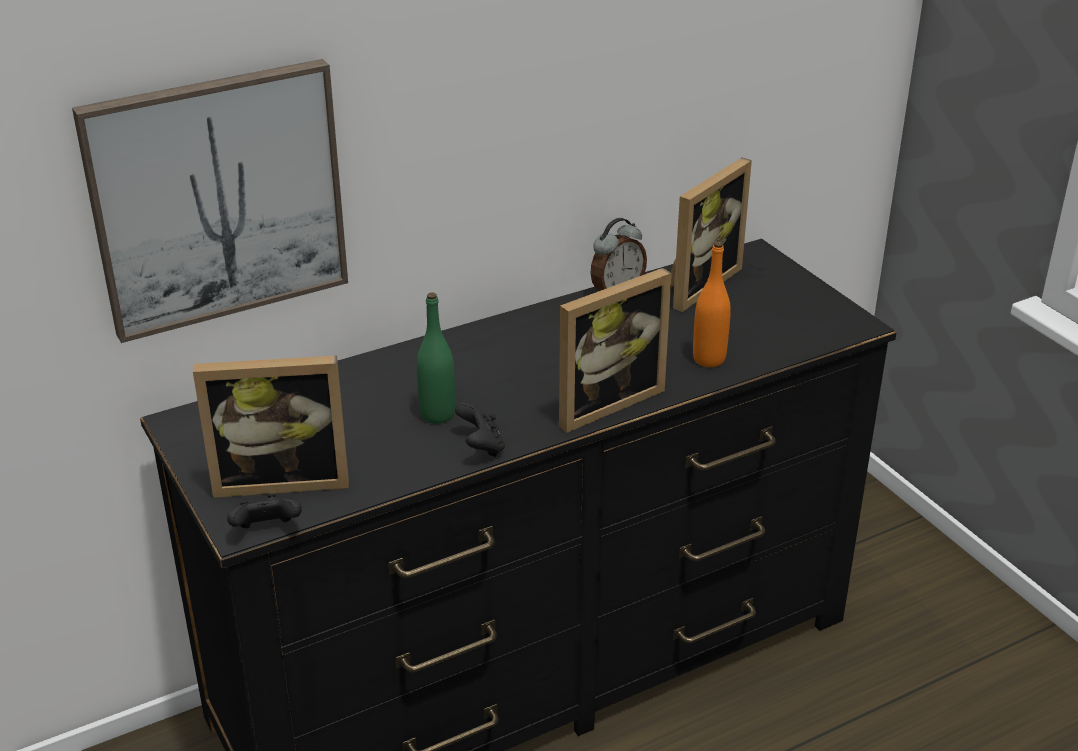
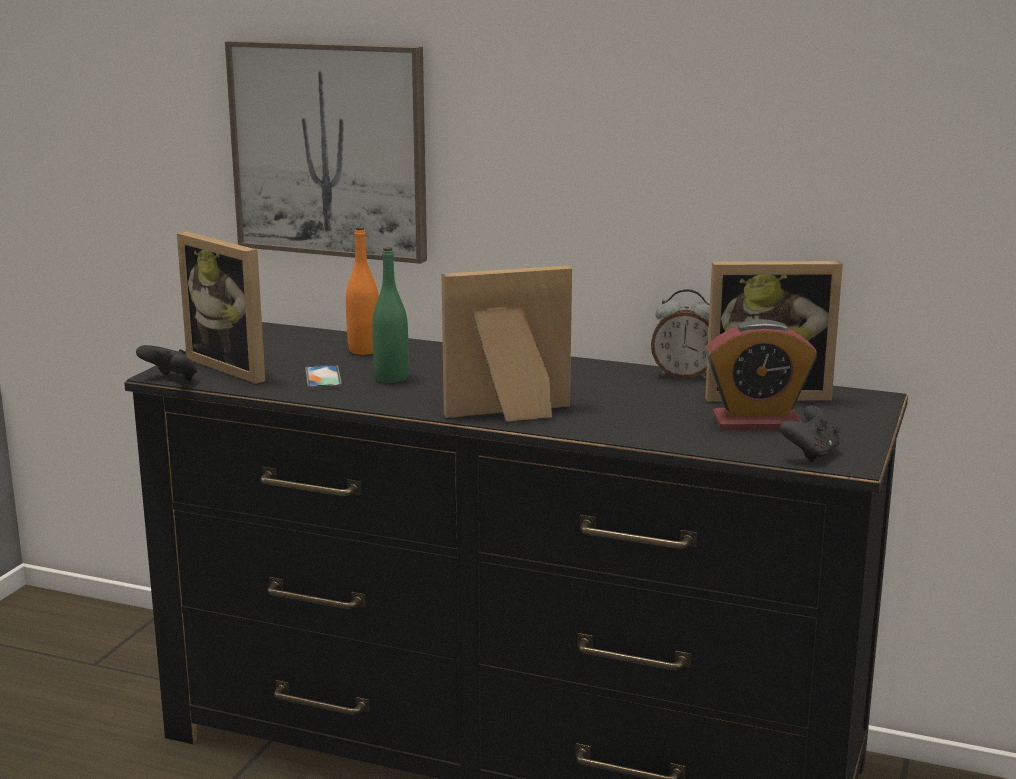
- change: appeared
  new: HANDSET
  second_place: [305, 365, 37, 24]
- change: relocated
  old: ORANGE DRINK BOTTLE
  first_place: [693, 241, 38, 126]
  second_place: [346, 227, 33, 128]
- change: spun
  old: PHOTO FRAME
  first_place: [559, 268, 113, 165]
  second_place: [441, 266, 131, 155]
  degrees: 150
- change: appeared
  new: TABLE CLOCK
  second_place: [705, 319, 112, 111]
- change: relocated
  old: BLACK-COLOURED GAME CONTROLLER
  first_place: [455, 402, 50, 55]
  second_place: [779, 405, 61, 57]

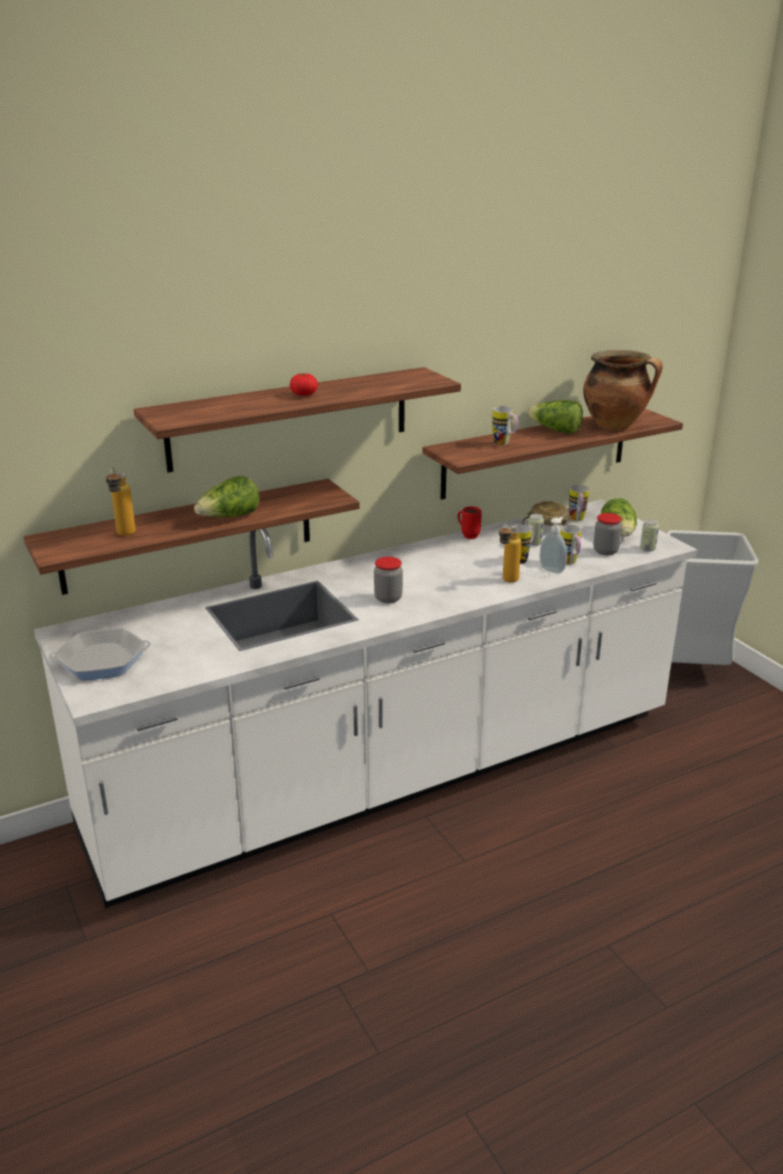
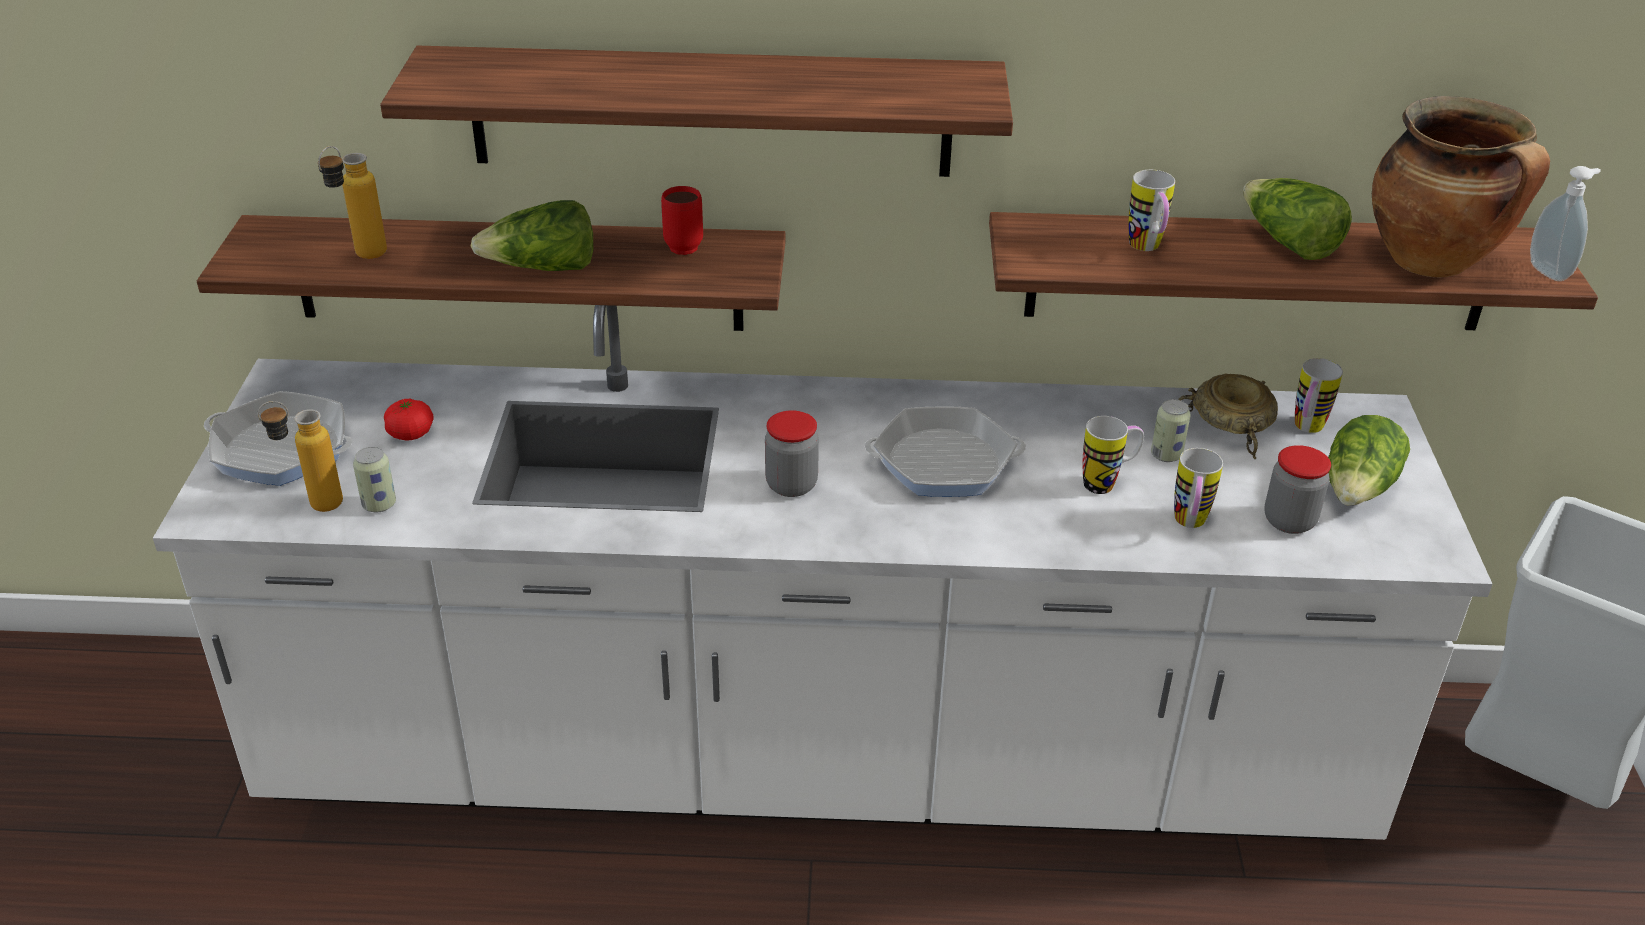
- change: relocated
  old: DRINK BOTTLE
  first_place: [499, 523, 22, 59]
  second_place: [257, 401, 86, 111]
- change: relocated
  old: SEALED CAN
  first_place: [640, 519, 19, 33]
  second_place: [353, 447, 43, 65]
- change: relocated
  old: WHOLE TOMATO
  first_place: [290, 373, 28, 23]
  second_place: [384, 399, 50, 41]
- change: relocated
  old: RED-COLOURED TEA MUG
  first_place: [458, 506, 24, 33]
  second_place: [661, 186, 42, 69]
- change: appeared
  new: PAN
  second_place: [865, 407, 161, 90]
- change: relocated
  old: LIQUID SOAP BOTTLE
  first_place: [540, 517, 27, 57]
  second_place: [1530, 166, 71, 115]

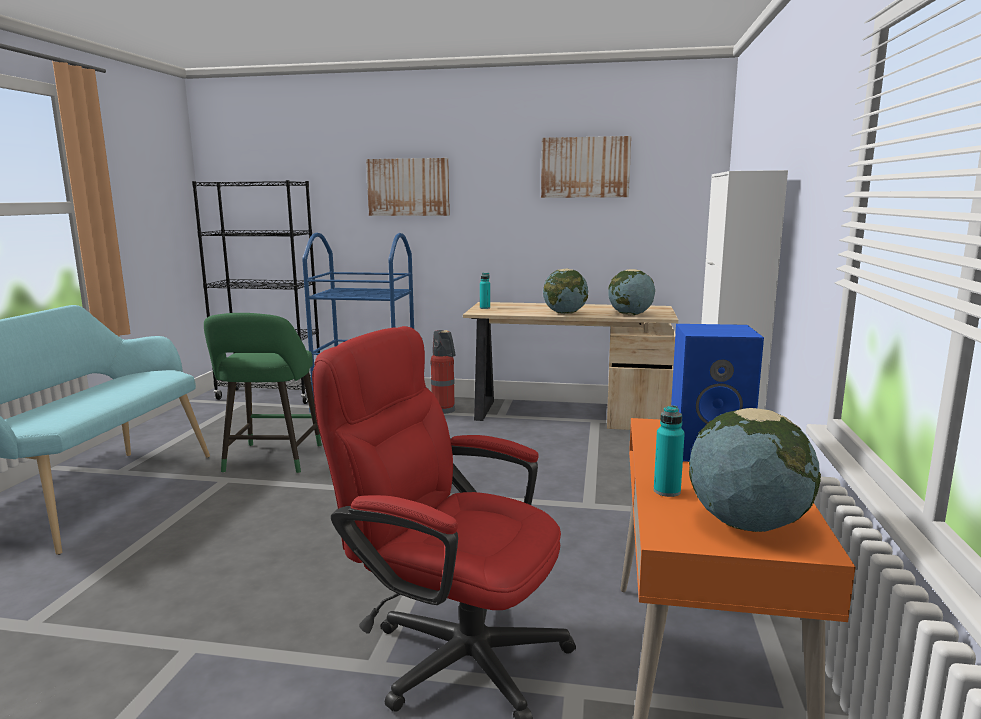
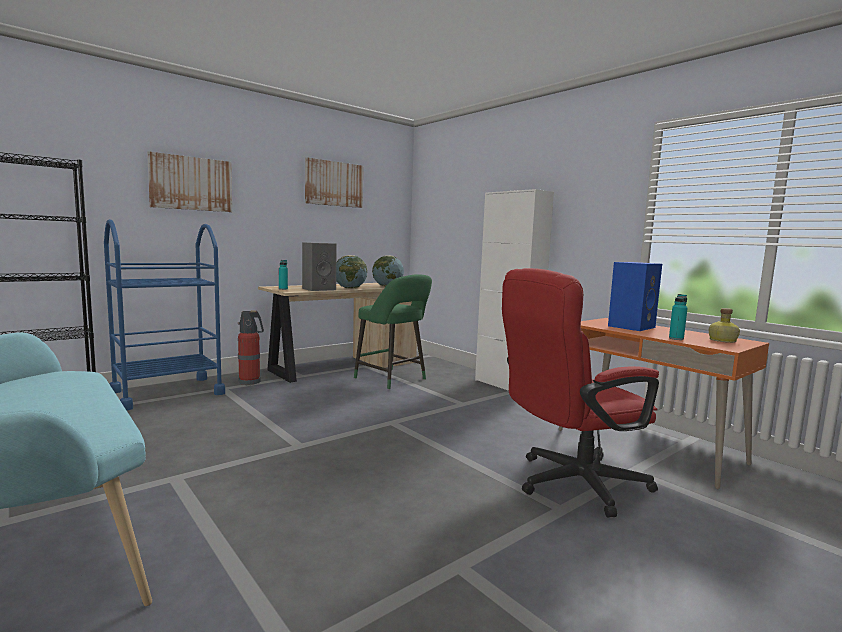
- change: appeared
  new: GRAY SPEAKER
  second_place: [302, 242, 35, 49]
- change: relocated
  old: GREENISH STOOL SEAT
  first_place: [204, 313, 118, 161]
  second_place: [354, 274, 78, 116]
- change: exchanged
  old: GLOBE
  new: DRINK BOTTLE
  first_place: [689, 408, 132, 124]
  second_place: [709, 308, 31, 35]

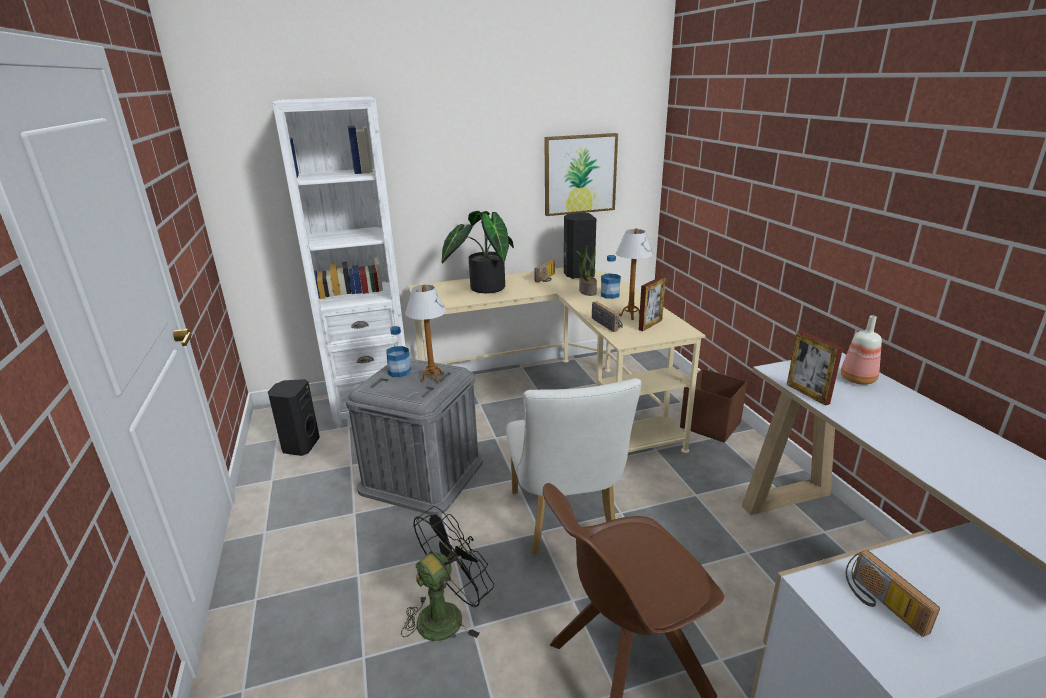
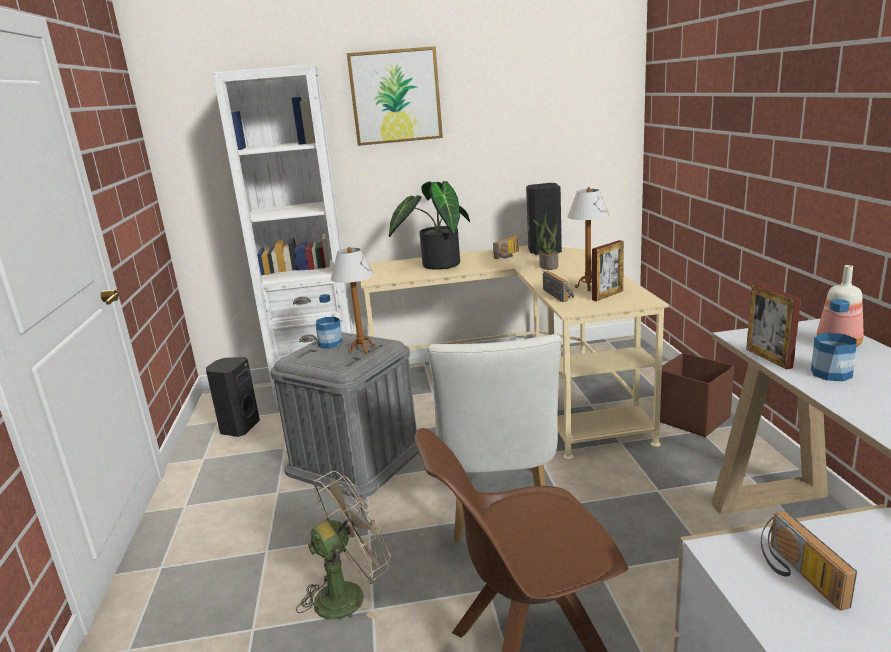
- change: colour
  old: BLACK-COLOURED ELECTRIC FAN
  new: SAND-COLOURED ELECTRIC FAN
  first_place: [401, 506, 93, 135]
  second_place: [296, 471, 95, 148]
- change: relocated
  old: WALL ART
  first_place: [544, 133, 74, 83]
  second_place: [347, 46, 96, 100]
- change: relocated
  old: DRINK BOTTLE
  first_place: [601, 255, 20, 44]
  second_place: [811, 299, 46, 82]

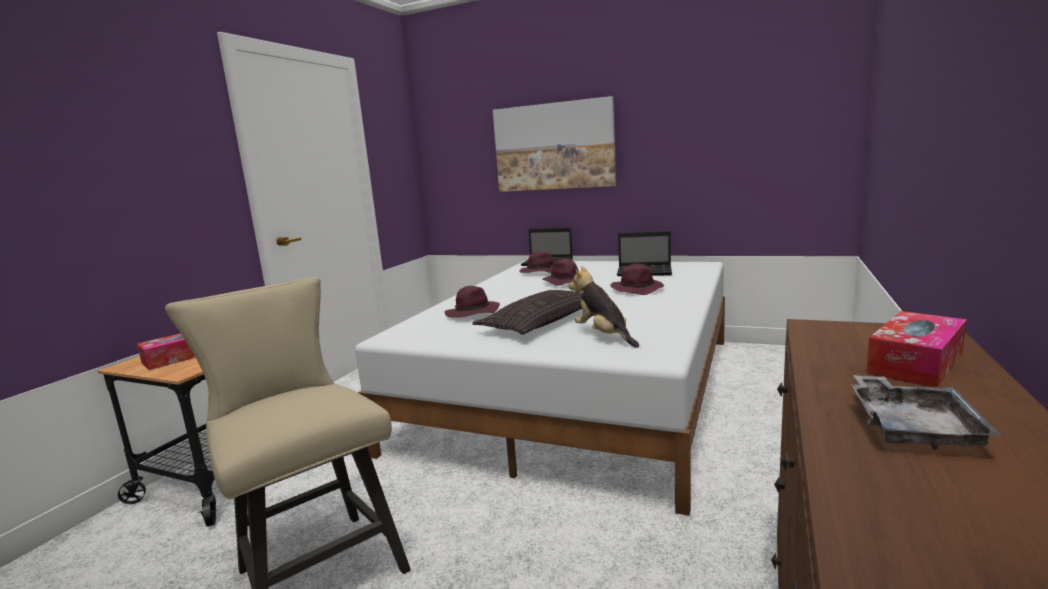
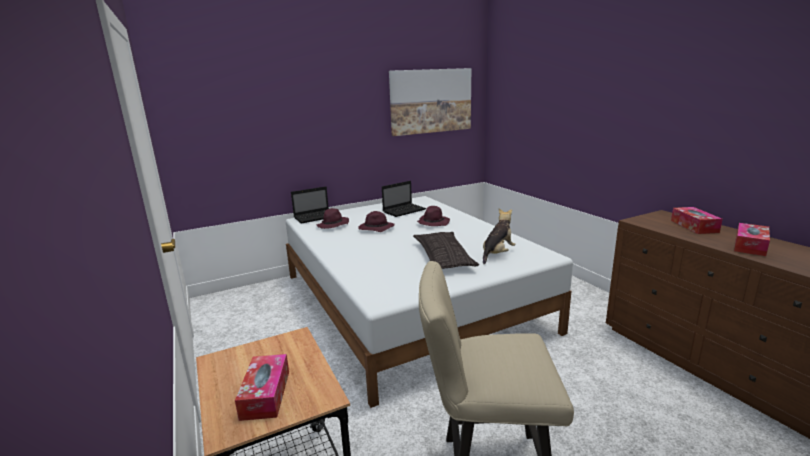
- change: relocated
  old: WALL ART
  first_place: [493, 96, 123, 96]
  second_place: [389, 68, 82, 68]
- change: spun
  old: SOFT TOY
  first_place: [569, 266, 70, 82]
  second_place: [483, 209, 32, 55]
  degrees: 120
- change: exchanged
  old: GRAY TRAY
  new: TISSUE BOX
  first_place: [851, 375, 152, 75]
  second_place: [734, 223, 36, 33]
- change: missing
  old: PURPLE WEARABLE HAT
  first_place: [445, 286, 55, 32]

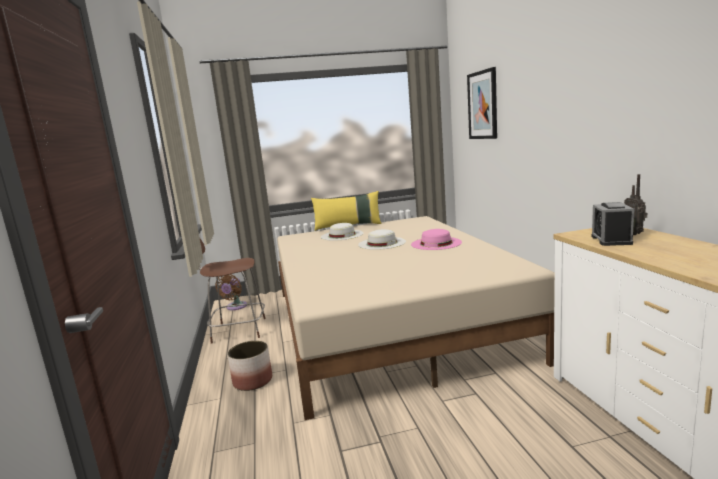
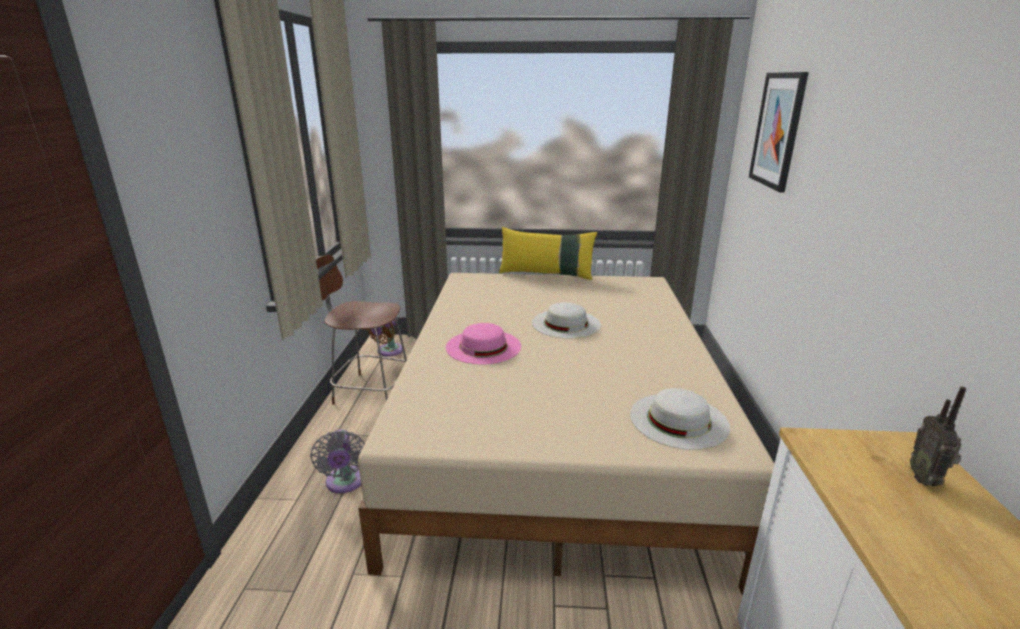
- change: exchanged
  old: PLANTER
  new: GRAY ELECTRIC FAN
  first_place: [228, 341, 44, 50]
  second_place: [310, 429, 55, 64]
- change: relocated
  old: PINKISH WEARABLE HAT
  first_place: [411, 229, 51, 21]
  second_place: [446, 323, 75, 41]
- change: relocated
  old: WHITISH WEARABLE HAT
  first_place: [321, 223, 43, 18]
  second_place: [630, 388, 100, 62]
- change: missing
  old: TABLE CLOCK
  first_place: [592, 202, 42, 44]

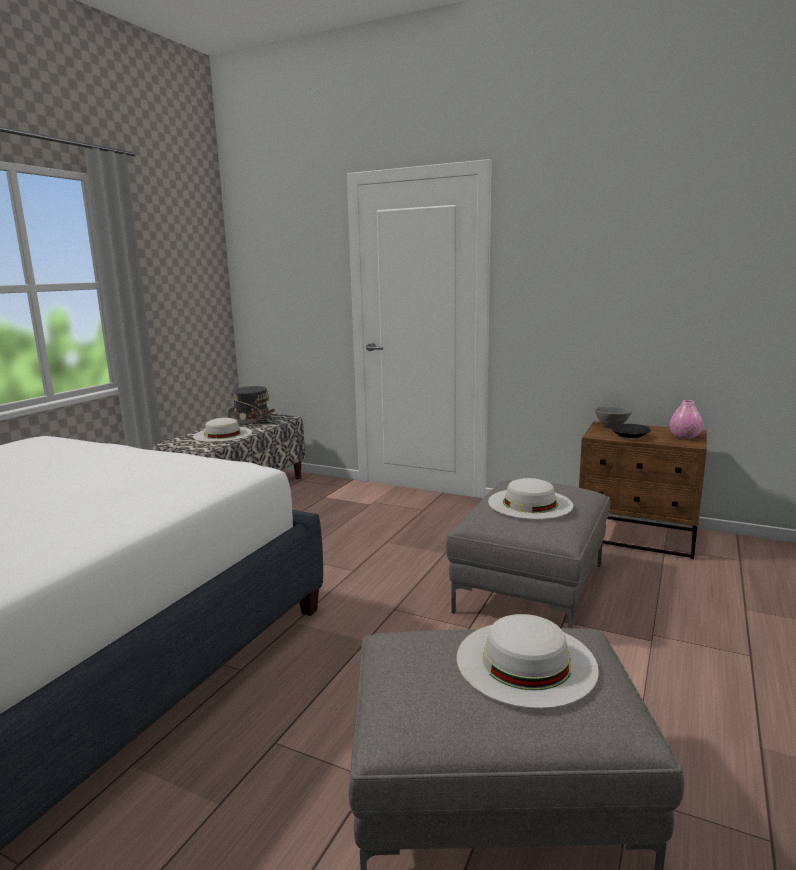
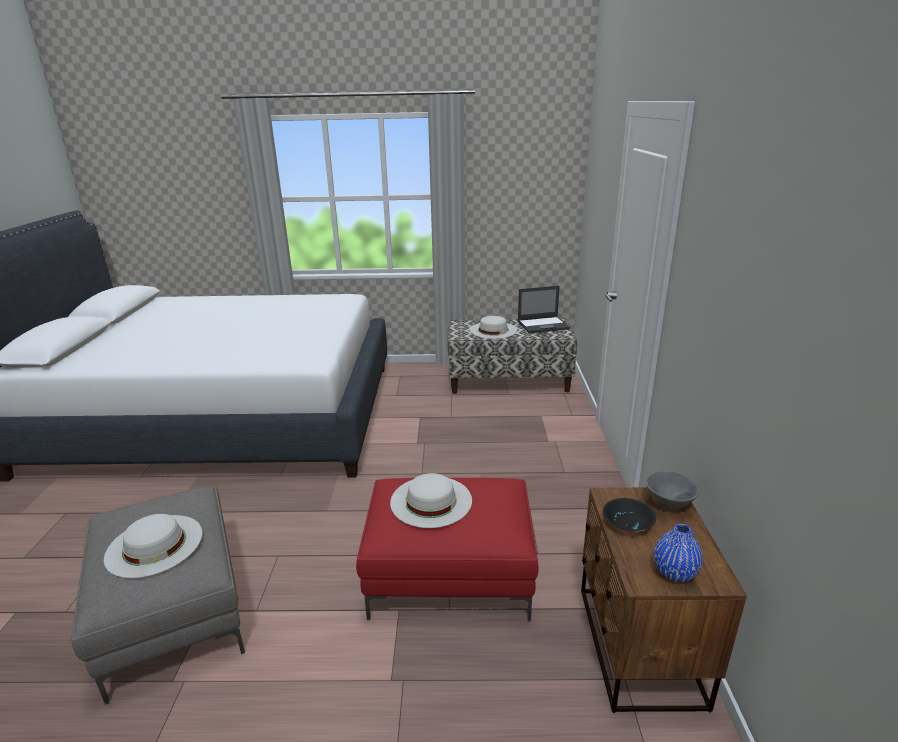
- change: colour
  old: GRAY POUFFE
  new: RED-COLOURED POUFFE
  first_place: [446, 480, 164, 148]
  second_place: [356, 478, 183, 144]
- change: exchanged
  old: GRAY WEARABLE HAT
  new: NOTEBOOK COMPUTER
  first_place: [227, 386, 48, 40]
  second_place: [518, 286, 52, 47]
- change: colour
  old: PINKISH DECORATIVE VASE
  new: BLUISH DECORATIVE VASE
  first_place: [670, 400, 33, 39]
  second_place: [654, 523, 49, 59]

